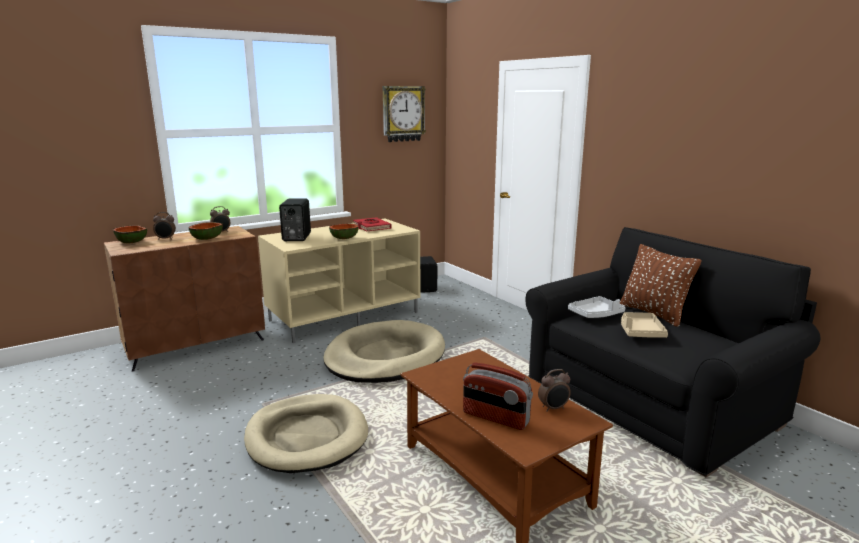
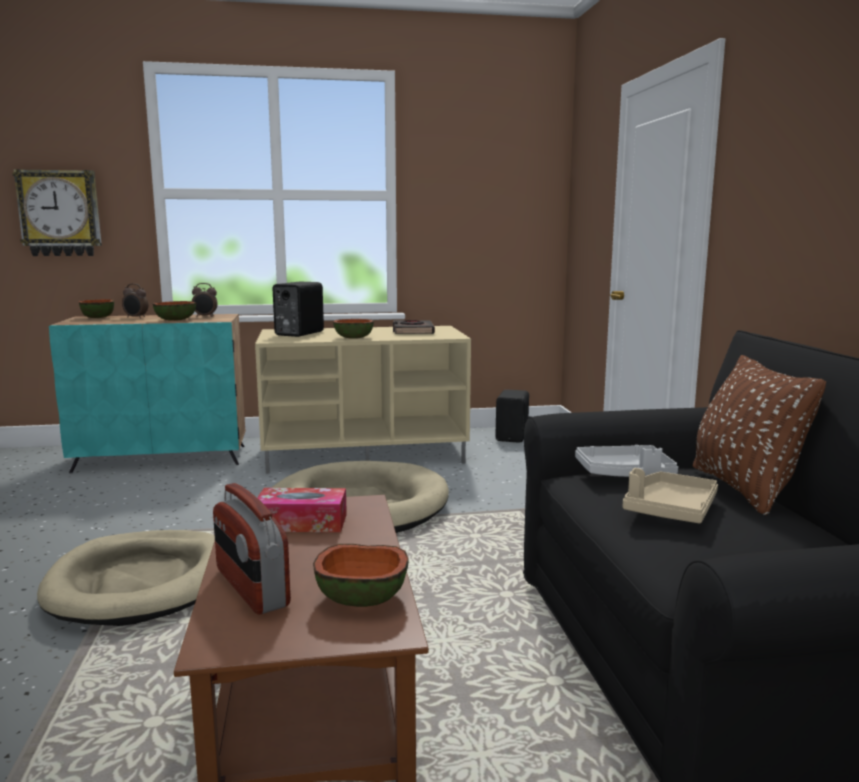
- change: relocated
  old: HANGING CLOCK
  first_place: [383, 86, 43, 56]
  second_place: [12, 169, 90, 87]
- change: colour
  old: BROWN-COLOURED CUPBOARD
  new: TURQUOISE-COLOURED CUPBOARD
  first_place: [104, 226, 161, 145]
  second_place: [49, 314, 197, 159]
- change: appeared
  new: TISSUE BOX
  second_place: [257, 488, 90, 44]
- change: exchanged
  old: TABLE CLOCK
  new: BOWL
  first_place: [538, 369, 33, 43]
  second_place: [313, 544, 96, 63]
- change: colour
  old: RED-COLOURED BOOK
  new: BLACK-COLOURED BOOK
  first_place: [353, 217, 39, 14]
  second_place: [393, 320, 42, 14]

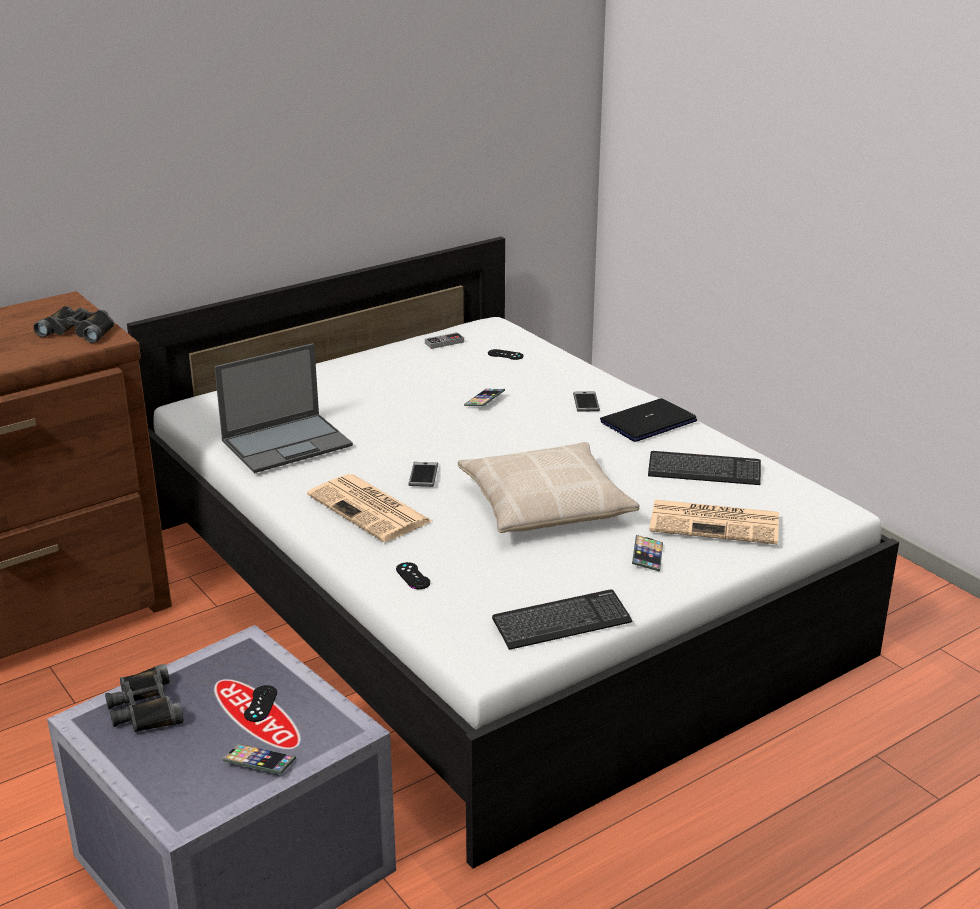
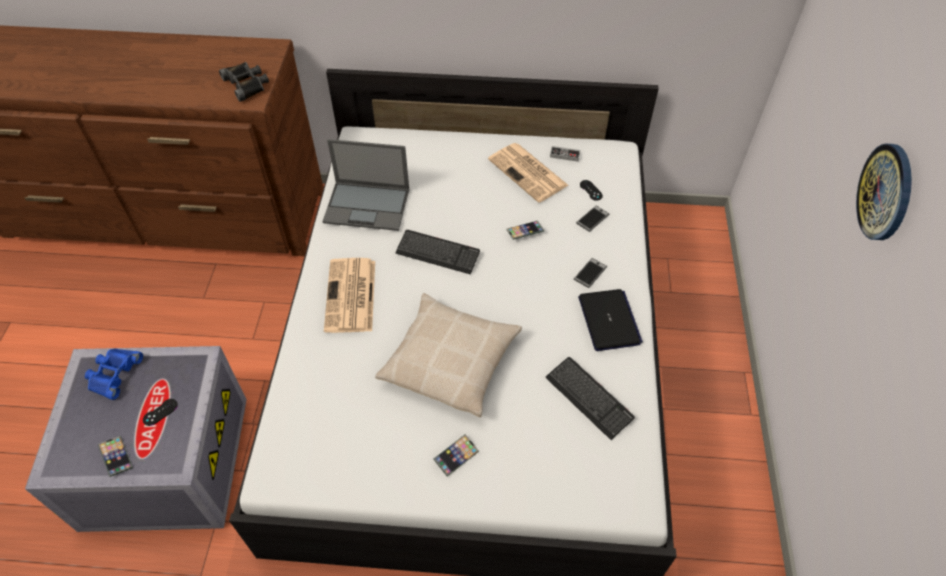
- change: colour
  old: BLACK-COLOURED PAIR OF BINOCULARS
  new: BLUISH PAIR OF BINOCULARS
  first_place: [105, 664, 79, 68]
  second_place: [85, 348, 58, 52]
- change: relocated
  old: KEYBOARD
  first_place: [492, 590, 140, 60]
  second_place: [396, 230, 84, 45]
- change: relocated
  old: PRINTED PAPER
  first_place: [649, 500, 130, 44]
  second_place: [488, 143, 81, 60]
- change: relocated
  old: HANDSET
  first_place: [408, 462, 30, 25]
  second_place: [576, 205, 33, 27]
- change: spun
  old: NOTEBOOK COMPUTER
  first_place: [600, 398, 97, 44]
  second_place: [578, 289, 65, 62]
  degrees: 75
- change: appeared
  new: HANGING CLOCK
  second_place: [856, 144, 56, 96]
- change: missing
  old: BLACK-COLOURED GAME CONTROLLER
  first_place: [396, 562, 34, 27]

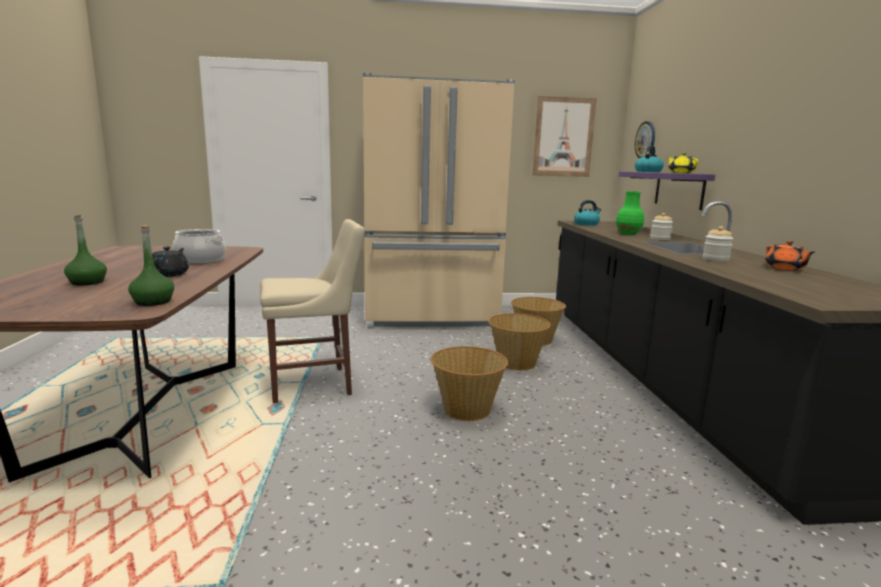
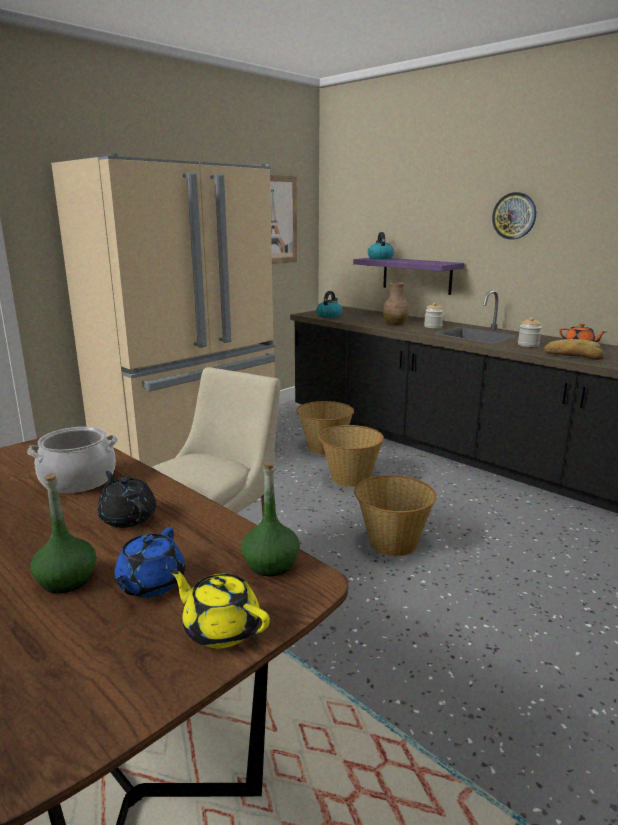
- change: appeared
  new: BLUISH TEAPOT
  second_place: [115, 528, 70, 69]
- change: relocated
  old: YELLOW-COLOURED TEAPOT
  first_place: [668, 152, 30, 21]
  second_place: [170, 569, 100, 79]
- change: colour
  old: GREENISH DECORATIVE VASE
  new: BROWN-COLOURED DECORATIVE VASE
  first_place: [616, 191, 28, 44]
  second_place: [383, 282, 26, 43]
- change: relocated
  old: HANGING CLOCK
  first_place: [635, 121, 20, 38]
  second_place: [492, 192, 44, 47]
- change: appeared
  new: BREAD
  second_place: [544, 339, 60, 21]

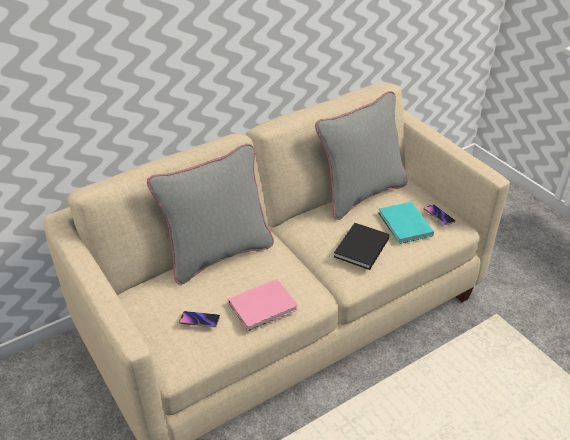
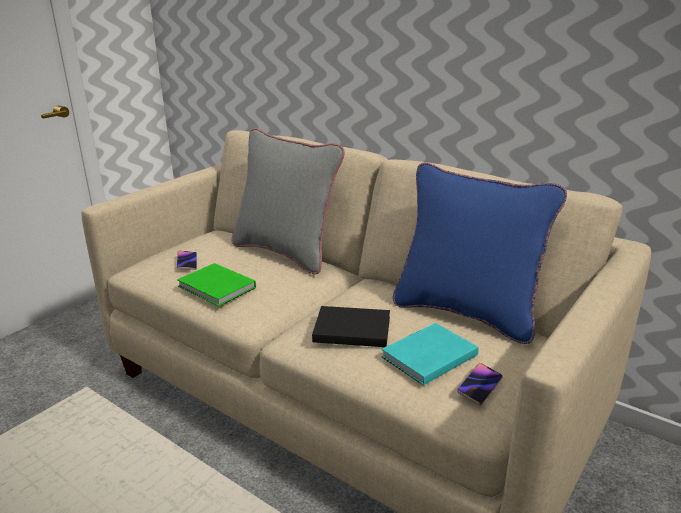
- change: colour
  old: PINKISH BOOK
  new: GREENISH BOOK
  first_place: [228, 279, 70, 53]
  second_place: [177, 263, 79, 43]
- change: colour
  old: GRAY PILLOW
  new: BLUISH PILLOW
  first_place: [315, 91, 93, 129]
  second_place: [393, 162, 174, 182]

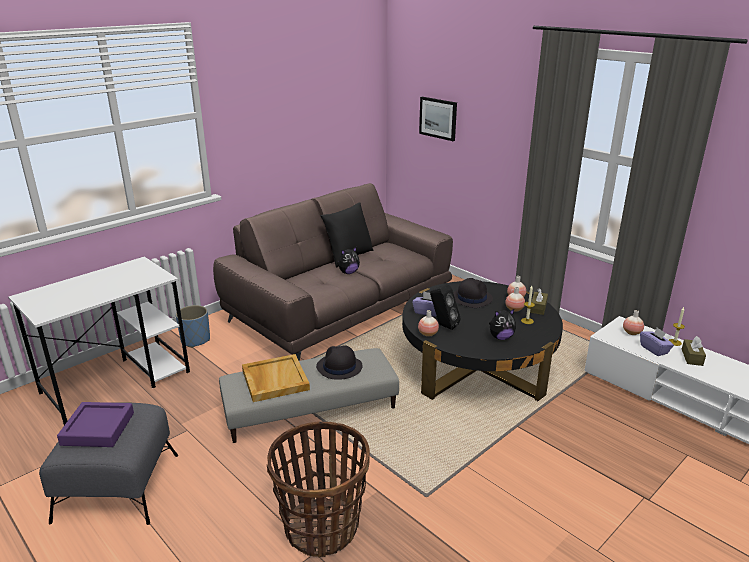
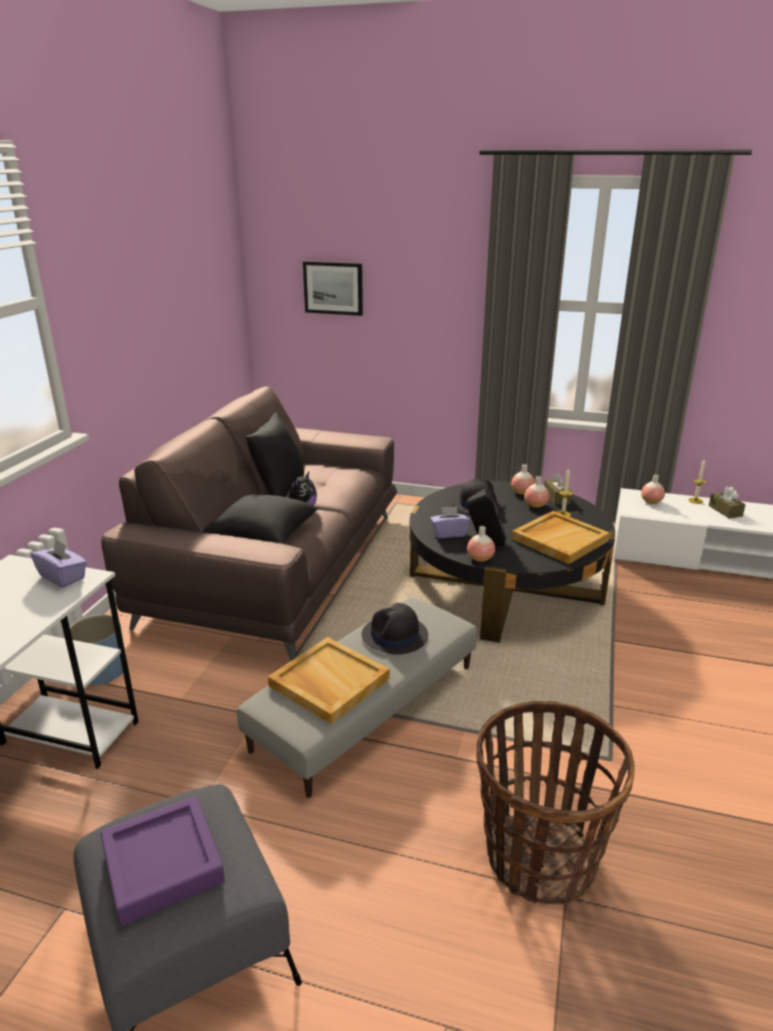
- change: relocated
  old: PURPLE TISSUE BOX
  first_place: [640, 328, 34, 28]
  second_place: [31, 538, 56, 50]
- change: appeared
  new: BLACK-COLOURED PILLOW
  second_place: [202, 494, 117, 50]
- change: exchanged
  old: SOFT TOY
  new: SAND-COLOURED TRAY
  first_place: [489, 309, 27, 31]
  second_place: [512, 511, 98, 53]

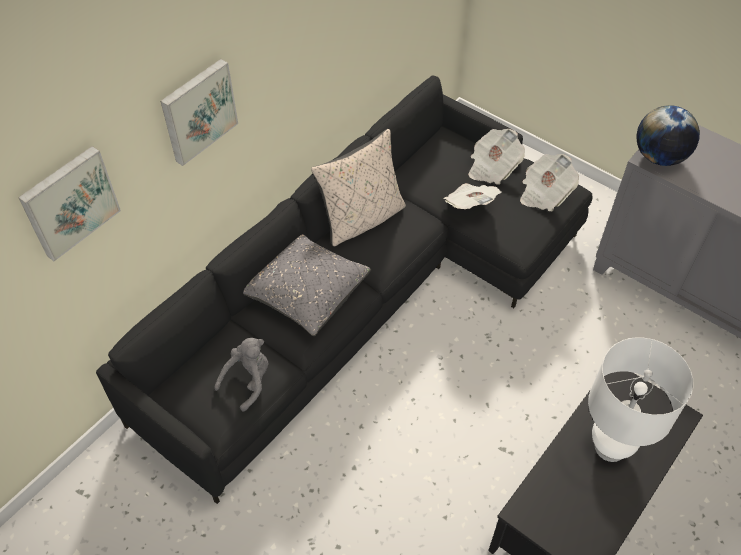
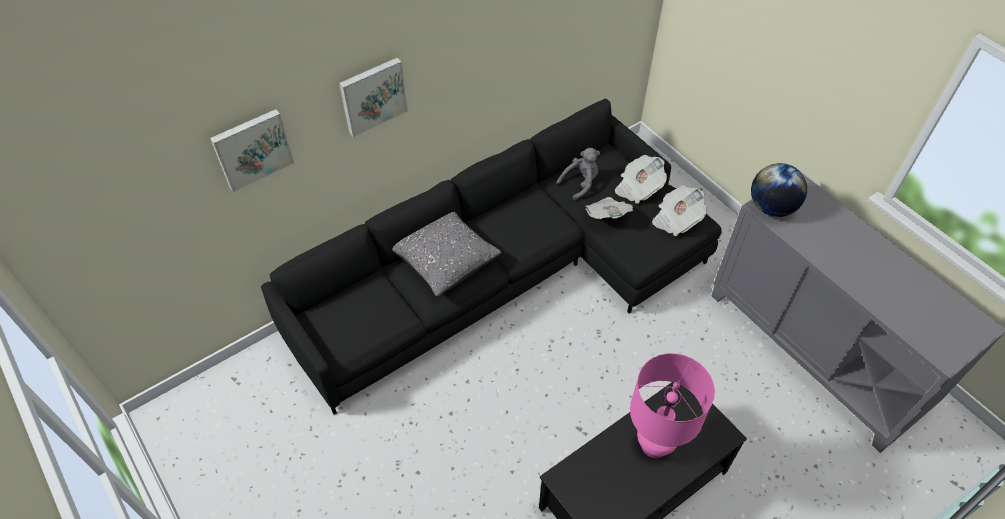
- change: relocated
  old: GRAY SOFT TOY
  first_place: [214, 338, 54, 73]
  second_place: [556, 148, 44, 53]
- change: colour
  old: WHITISH TABLE LAMP
  new: PINKISH TABLE LAMP
  first_place: [588, 337, 106, 125]
  second_place: [630, 353, 85, 105]
- change: missing
  old: SAND-COLOURED PILLOW
  first_place: [311, 129, 95, 118]

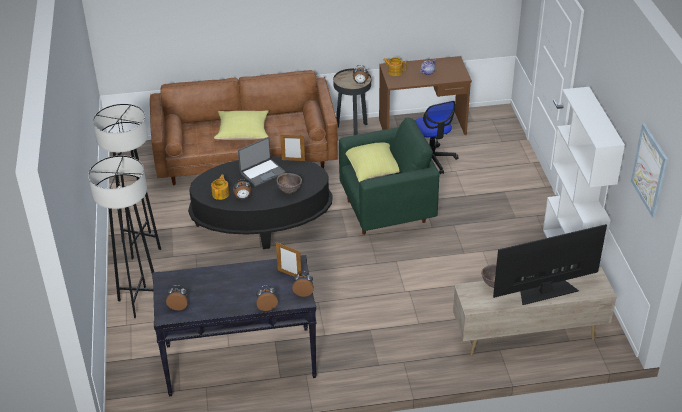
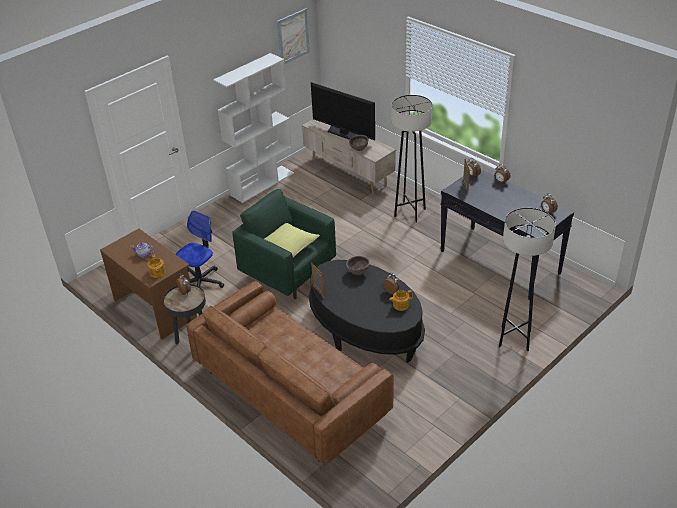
- change: relocated
  old: GRAY STANDARD LAMP
  first_place: [93, 104, 68, 156]
  second_place: [391, 95, 41, 128]
- change: missing
  old: YELLOW-COLOURED PILLOW
  first_place: [214, 110, 55, 30]
- change: missing
  old: NOTEBOOK COMPUTER
  first_place: [238, 137, 48, 50]

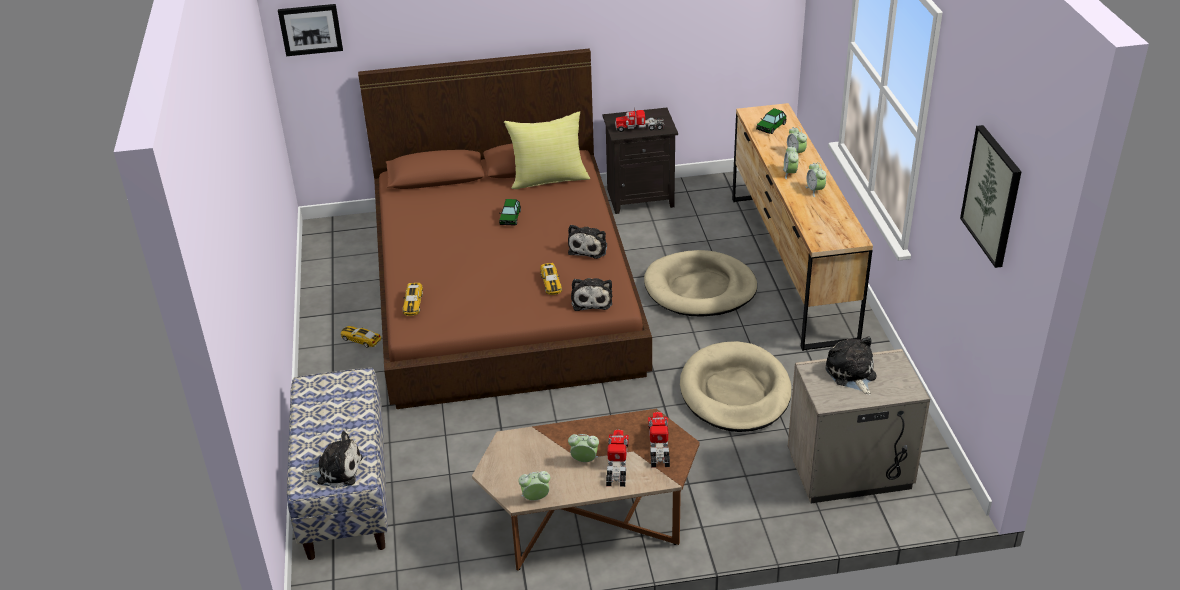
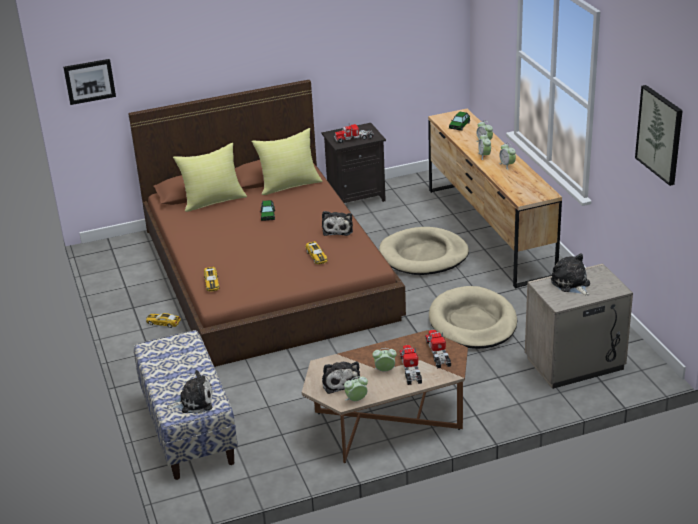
- change: appeared
  new: YELLOW-COLOURED PILLOW
  second_place: [173, 143, 74, 69]
- change: relocated
  old: SOFT TOY
  first_place: [571, 278, 41, 33]
  second_place: [322, 361, 38, 33]

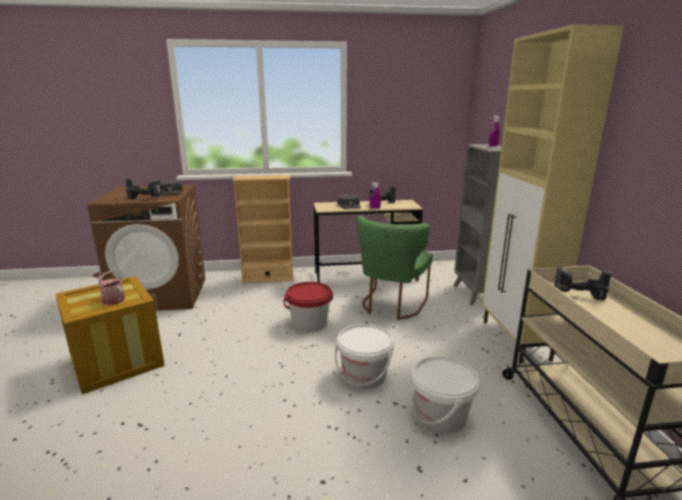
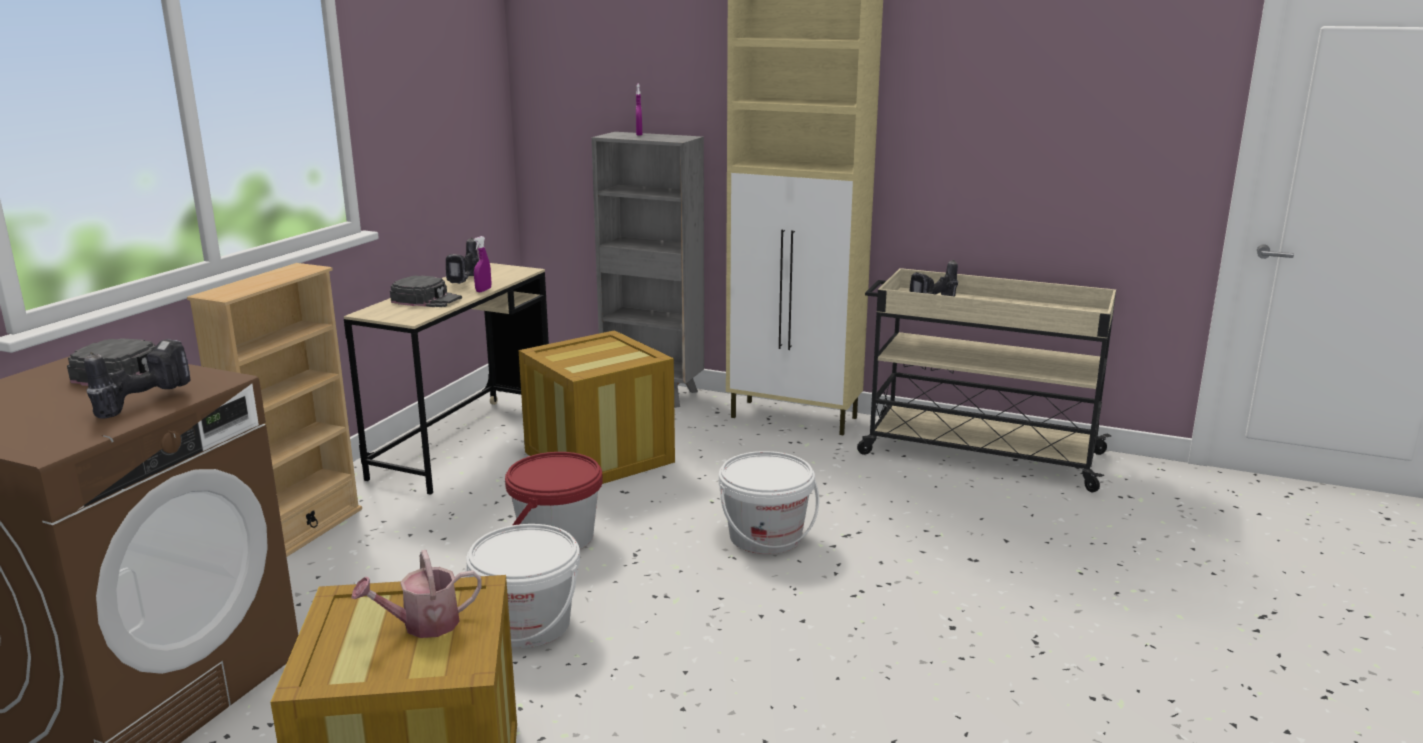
- change: relocated
  old: WHITISH WATER BUCKET
  first_place: [411, 356, 68, 78]
  second_place: [465, 524, 115, 124]
- change: exchanged
  old: GREENISH CHAIR
  new: PACKING CRATE
  first_place: [356, 216, 77, 104]
  second_place: [519, 330, 156, 154]

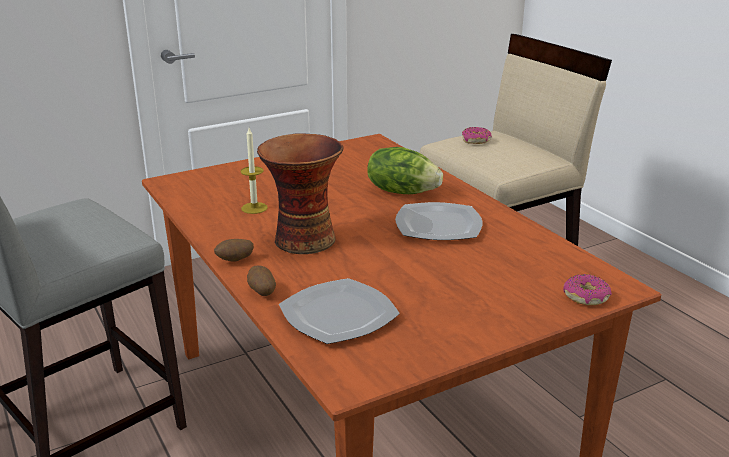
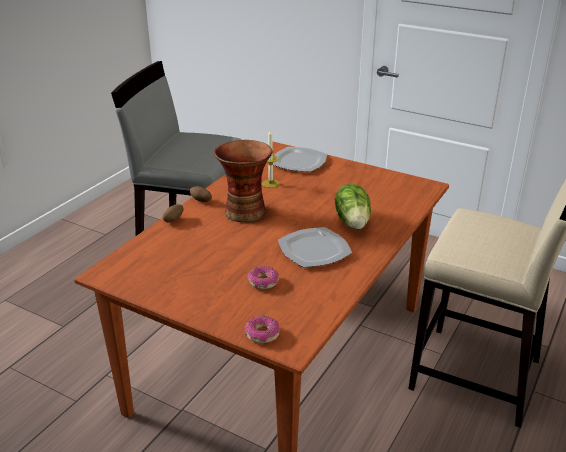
- change: relocated
  old: DOUGHNUT
  first_place: [462, 127, 30, 17]
  second_place: [248, 266, 31, 23]
- change: relocated
  old: PLATE
  first_place: [279, 278, 121, 66]
  second_place: [273, 147, 54, 25]

